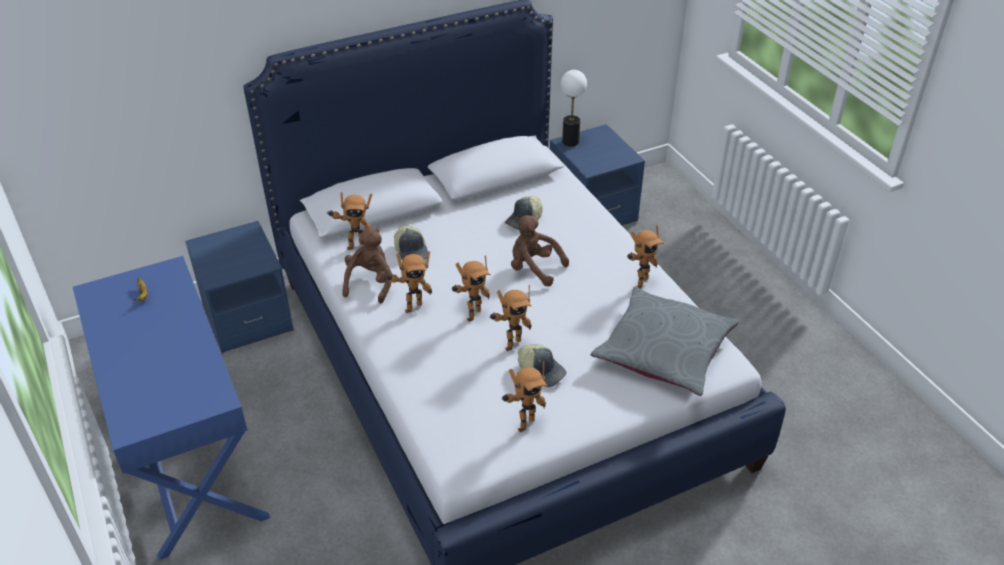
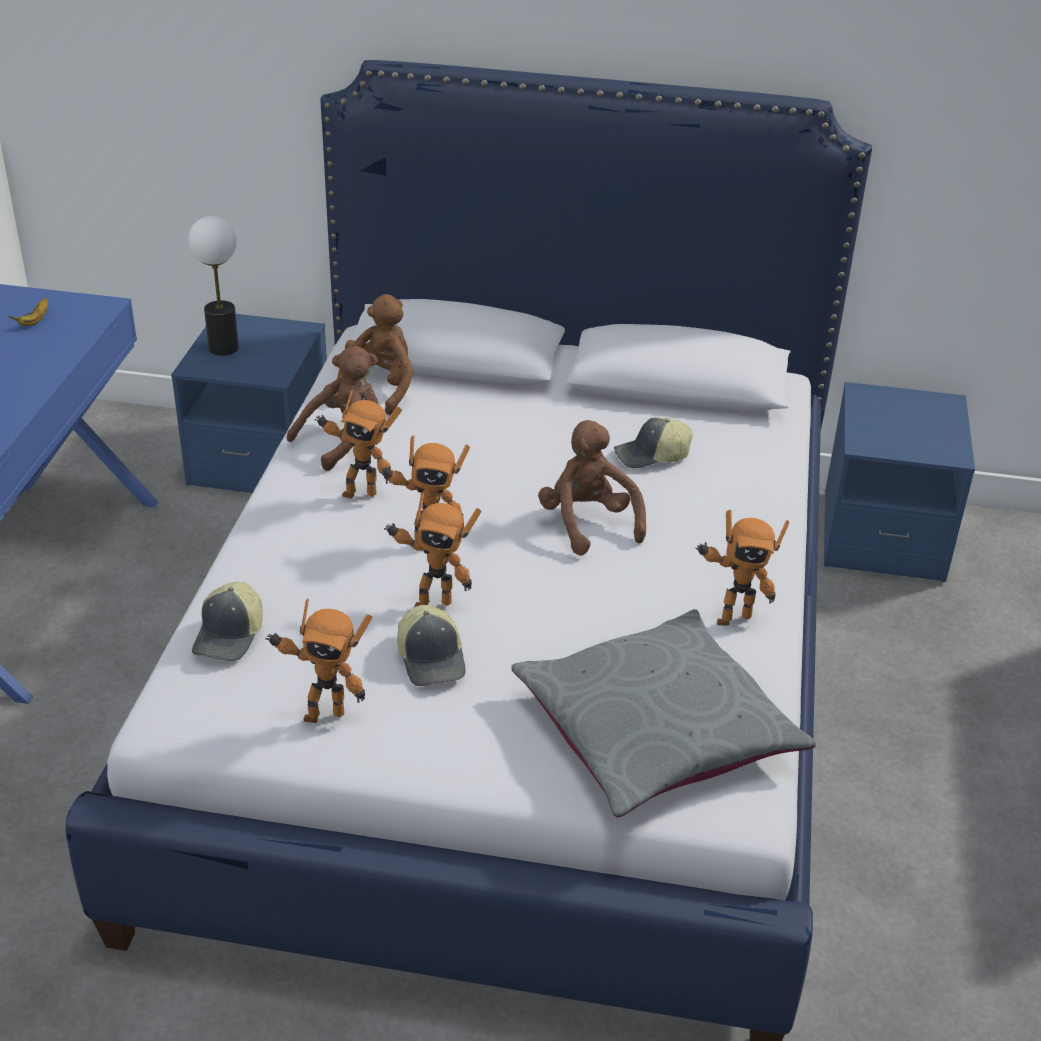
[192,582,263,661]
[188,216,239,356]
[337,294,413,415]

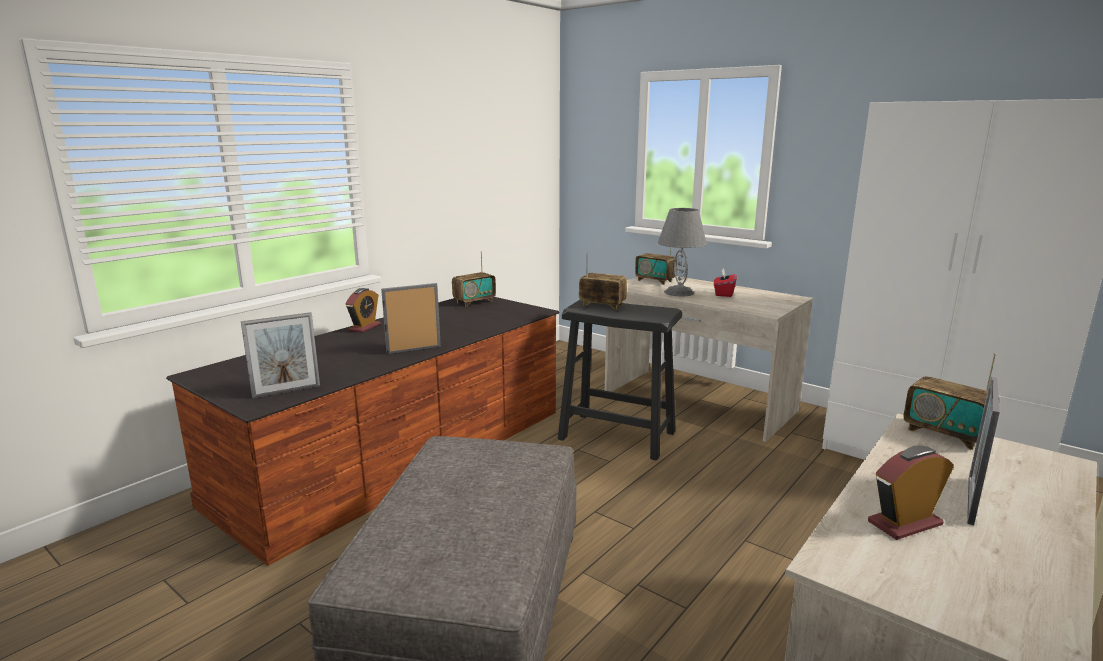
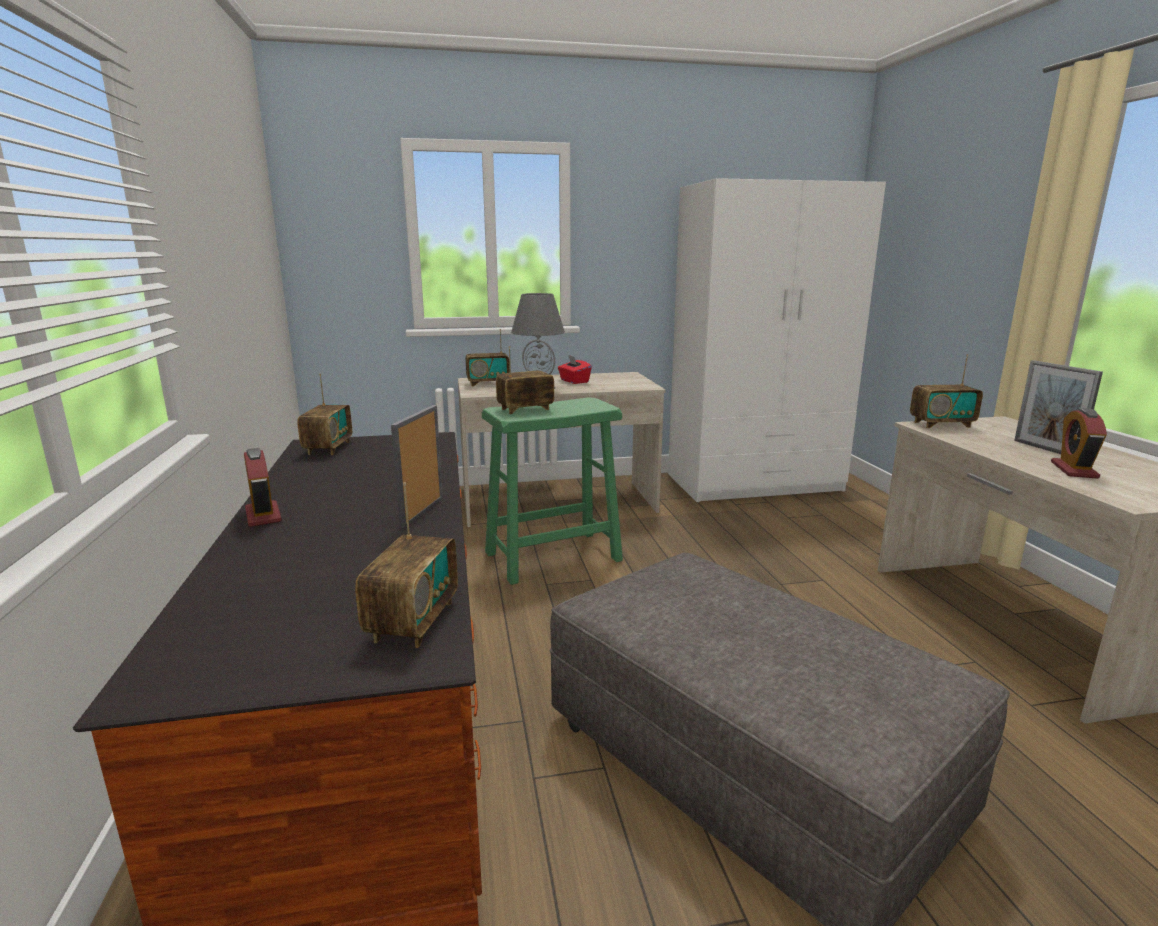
[355,482,458,648]
[482,398,623,585]

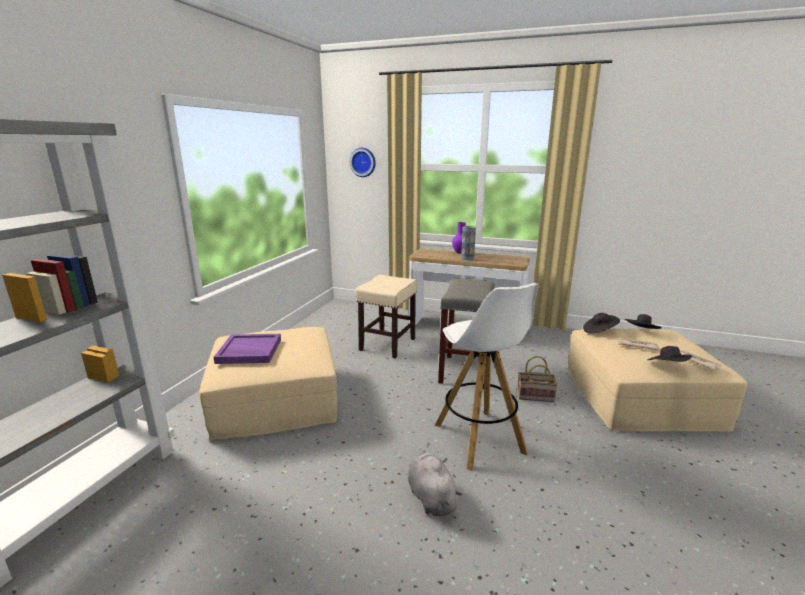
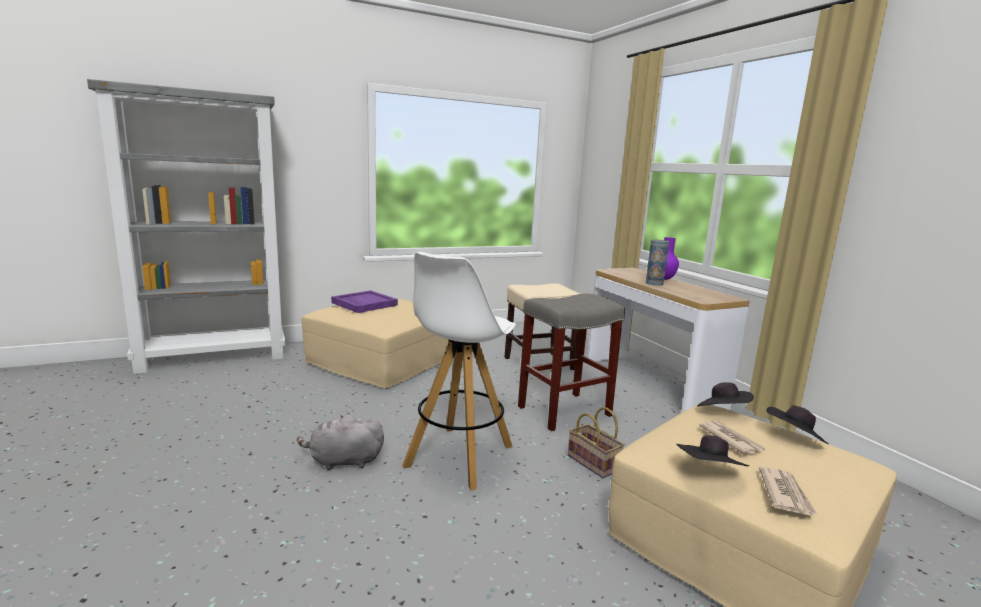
[350,148,376,177] (first image)
[297,415,384,470]

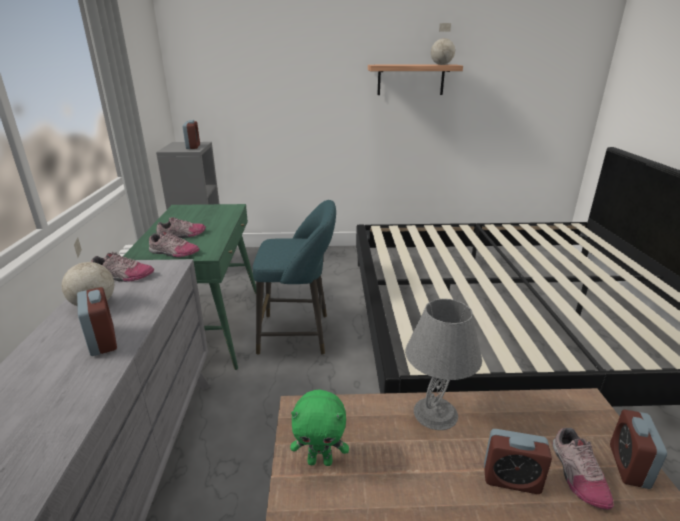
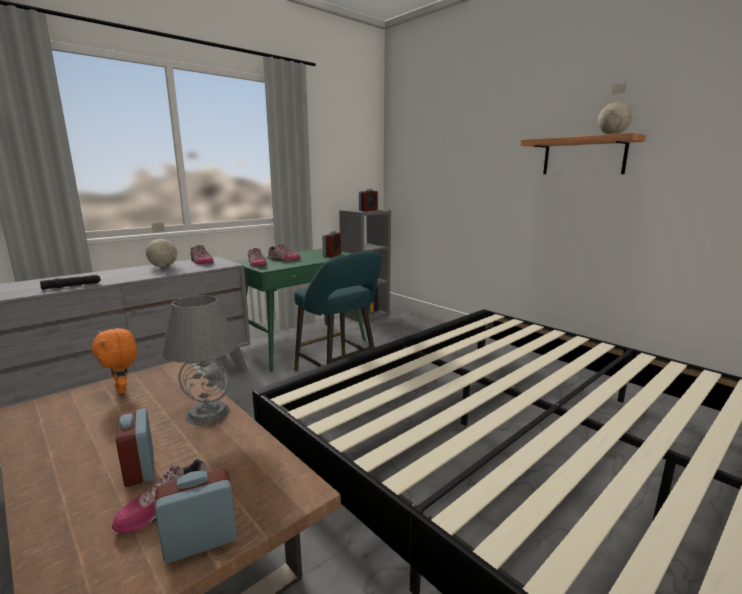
[40,275,101,289]
[322,231,341,257]
[92,328,137,394]

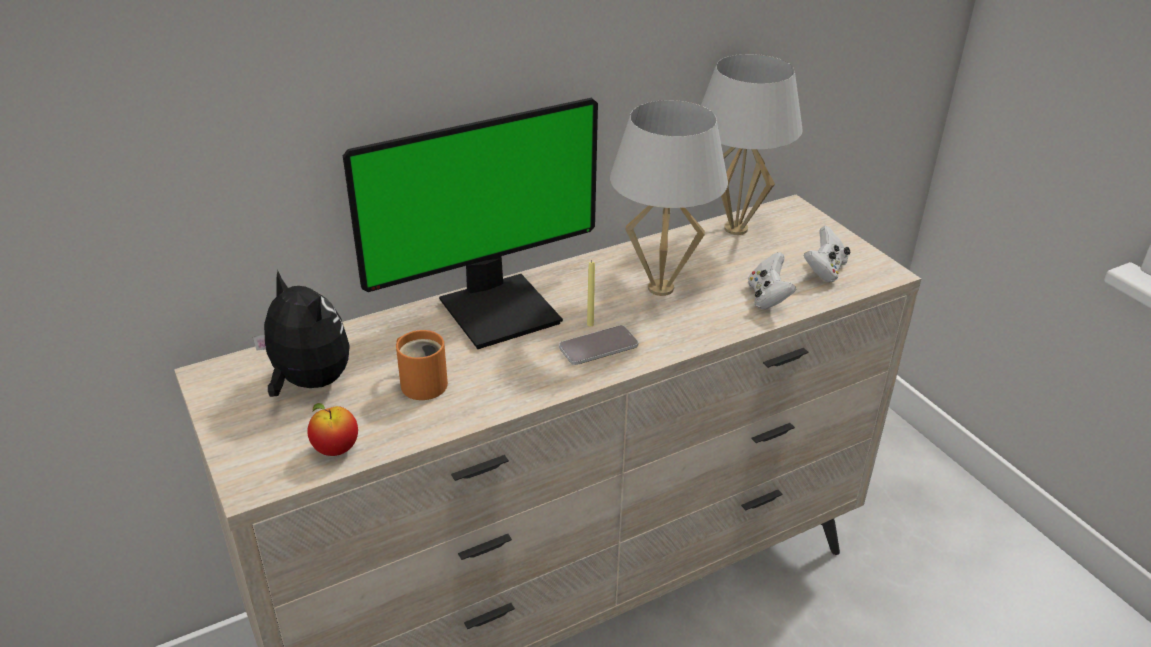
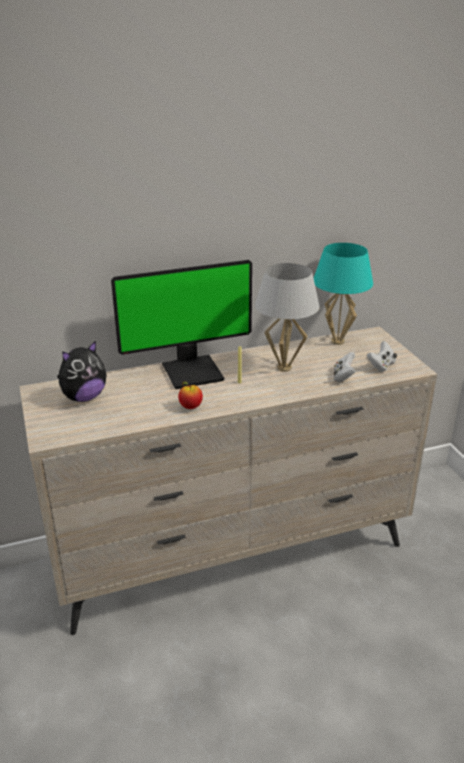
[396,330,448,400] (first image)
[559,325,638,365] (first image)
[178,381,203,409]
[314,243,373,345]
[57,340,107,402]

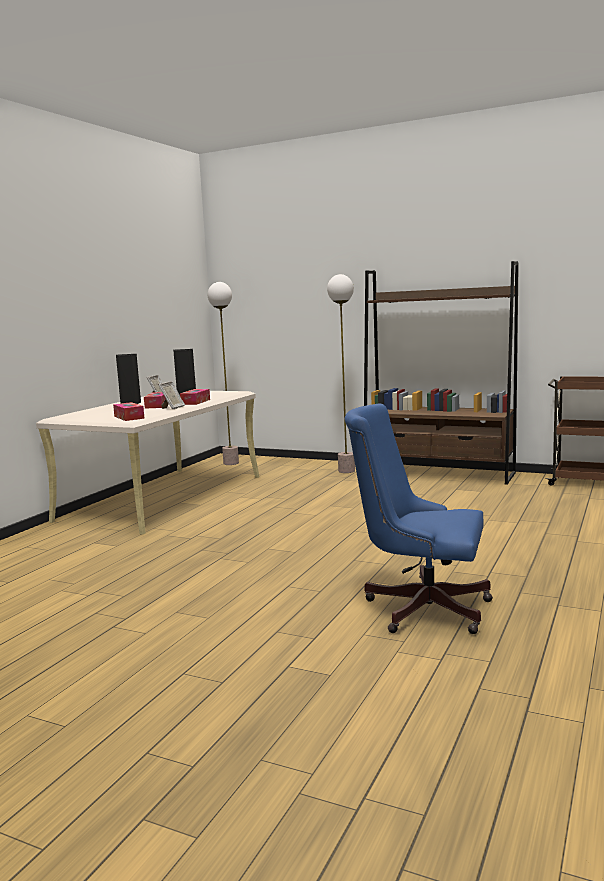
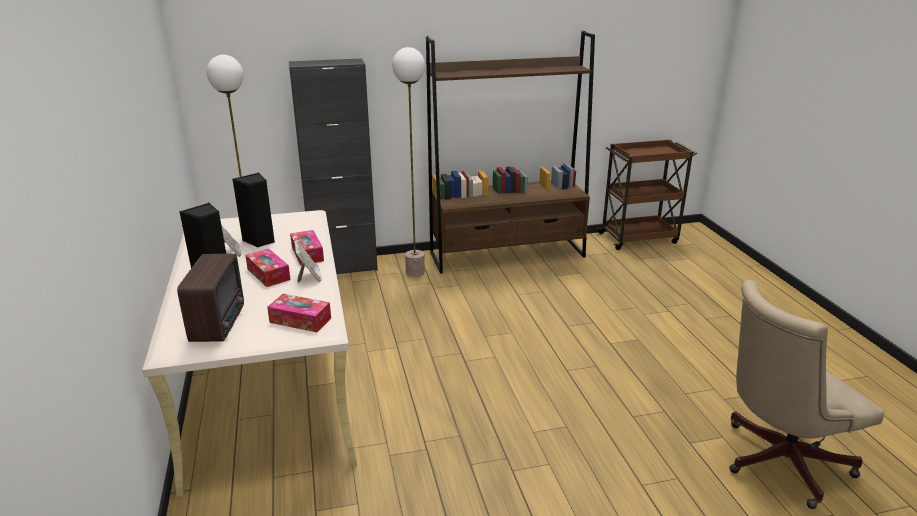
[177,254,244,342]
[289,58,378,274]
[729,280,884,509]

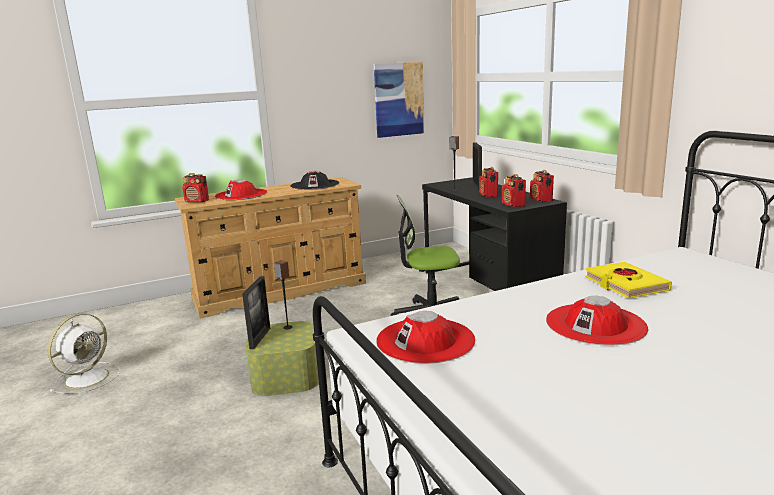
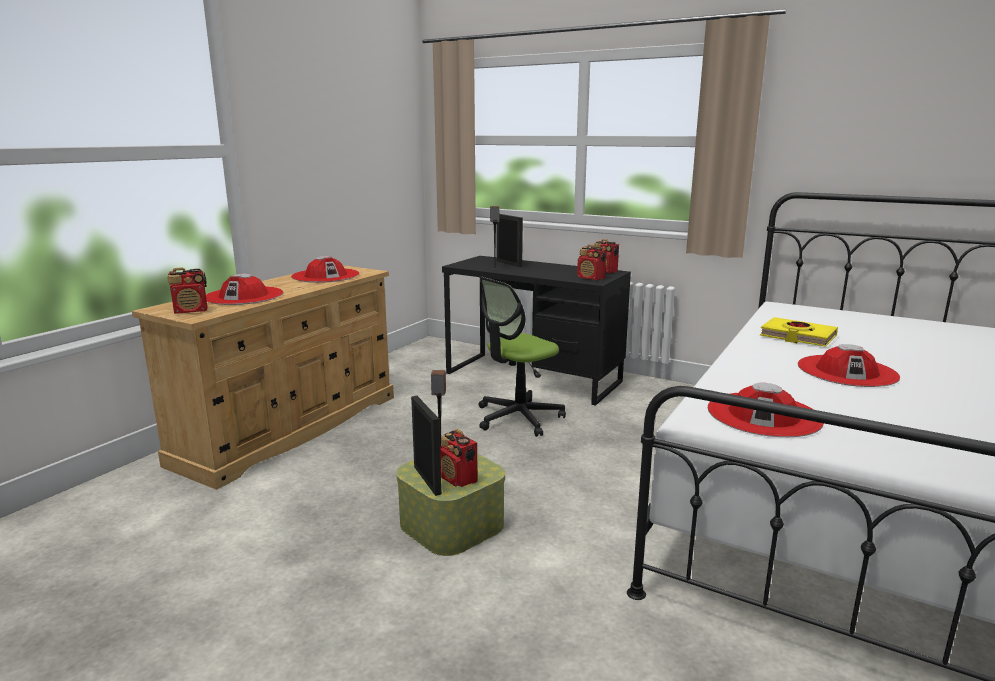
[48,314,120,394] (first image)
[374,62,425,138] (first image)
[440,429,477,487]
[291,256,360,283]

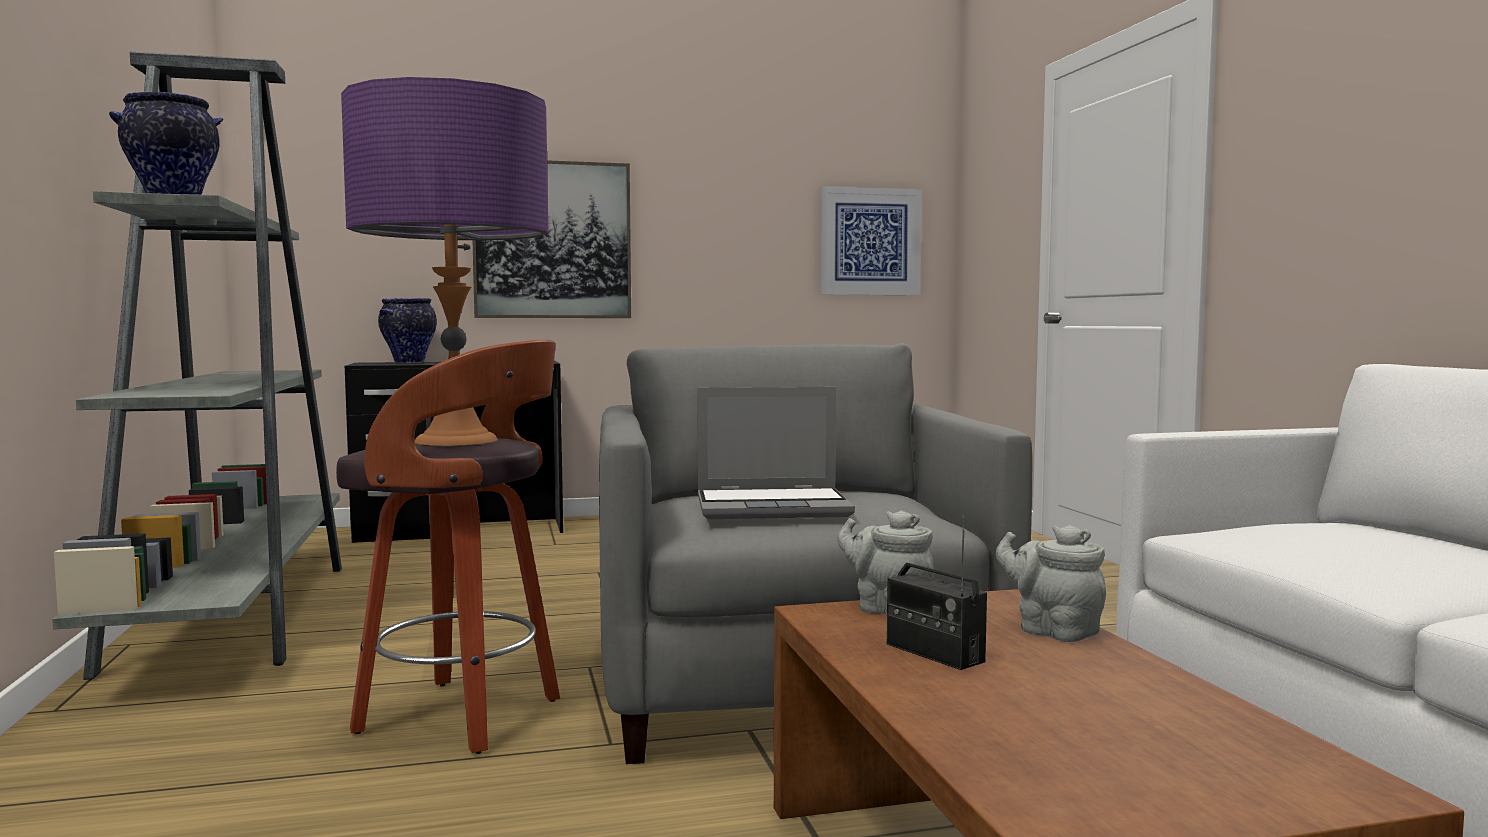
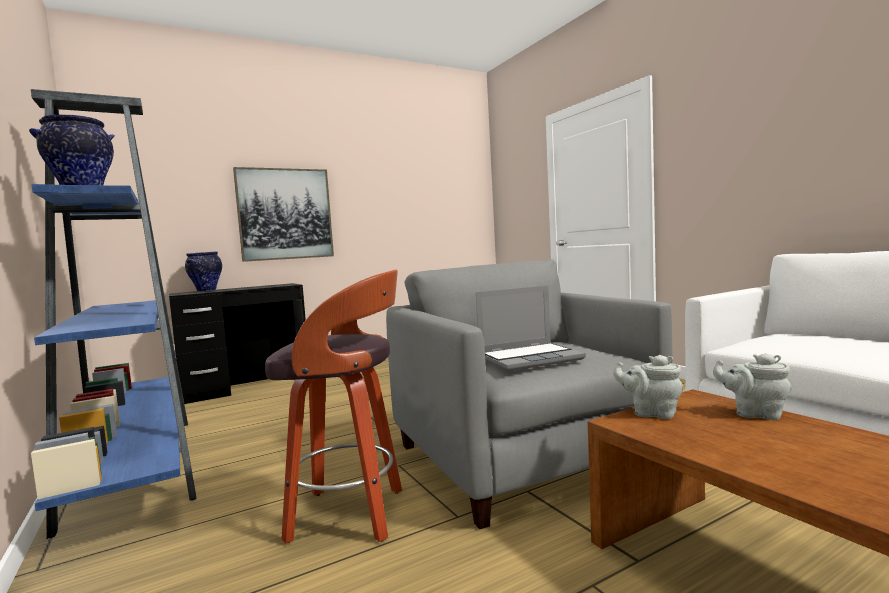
[341,77,549,446] (first image)
[819,186,922,295] (first image)
[887,516,987,670] (first image)
[31,89,196,539]

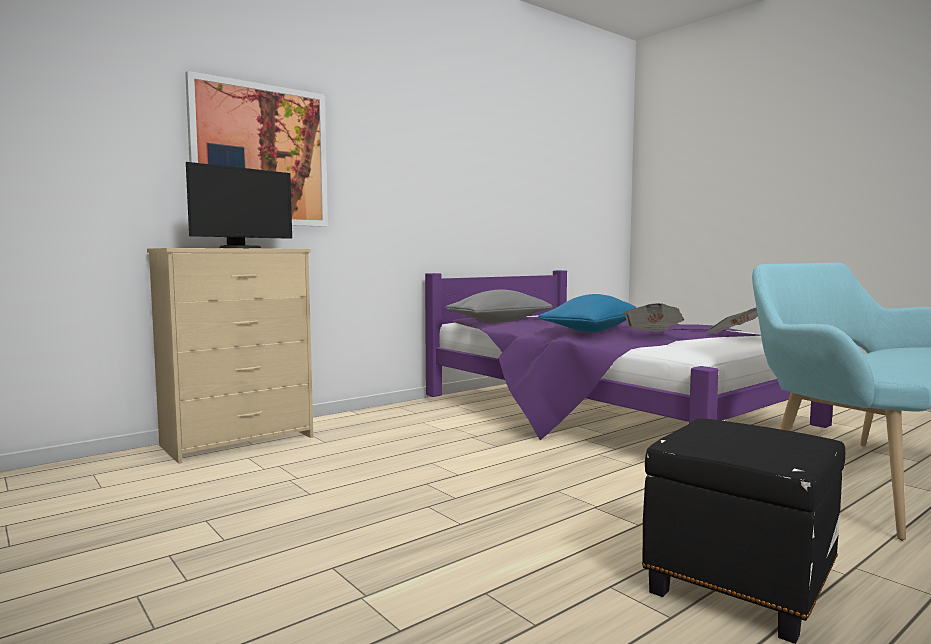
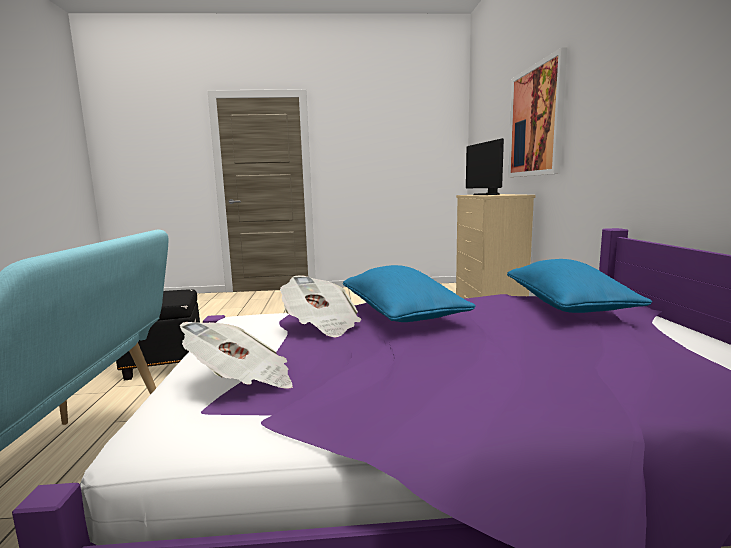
[507,259,652,313]

